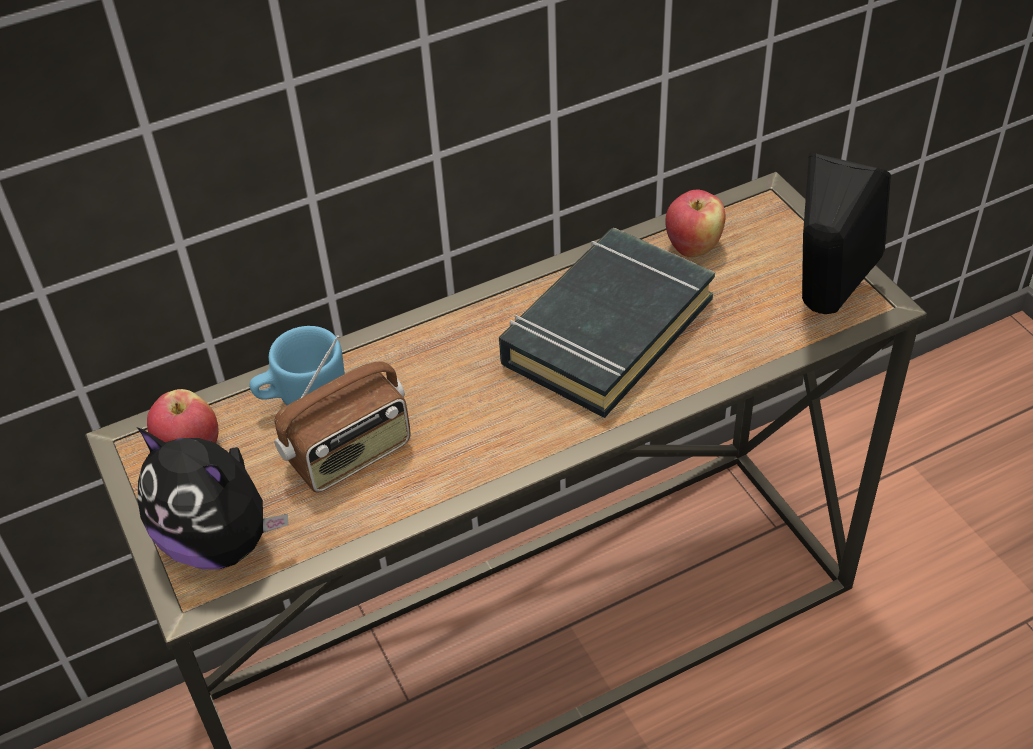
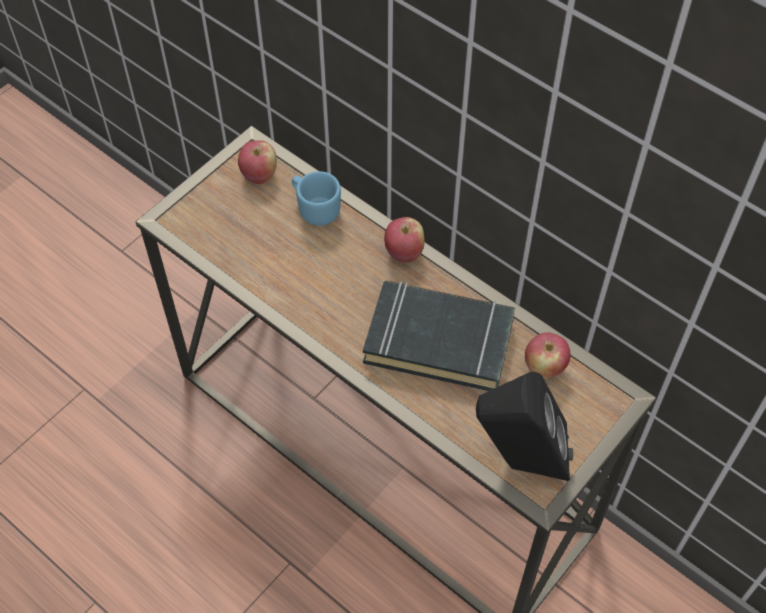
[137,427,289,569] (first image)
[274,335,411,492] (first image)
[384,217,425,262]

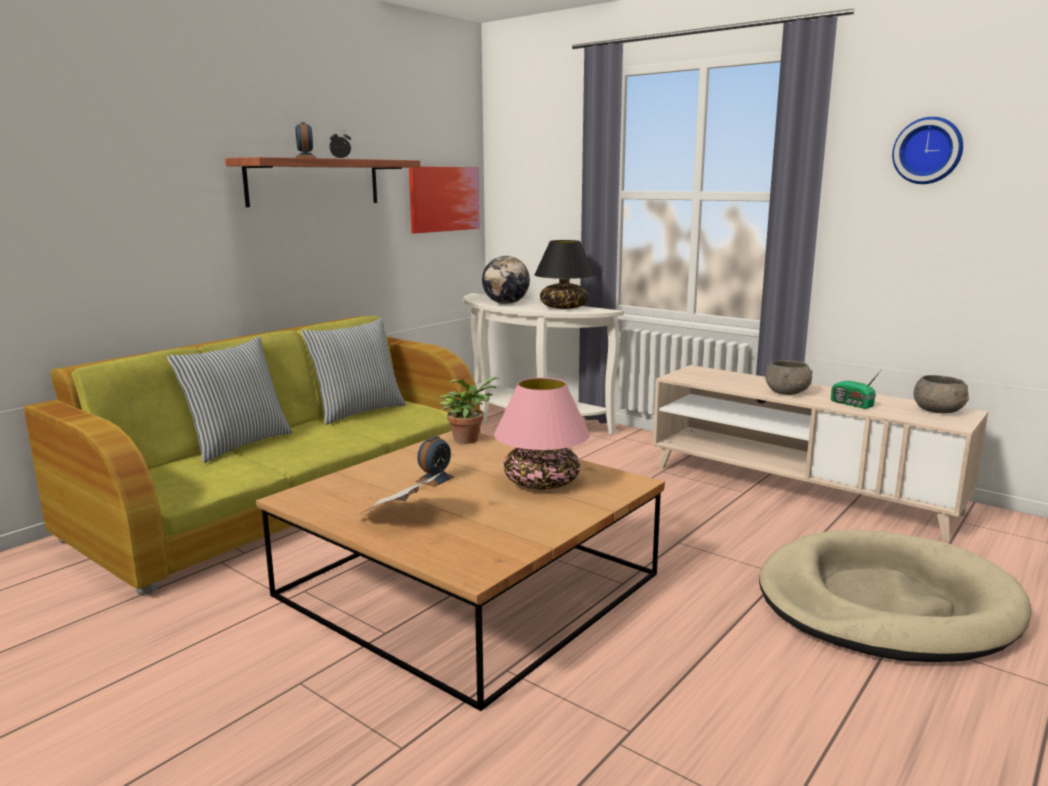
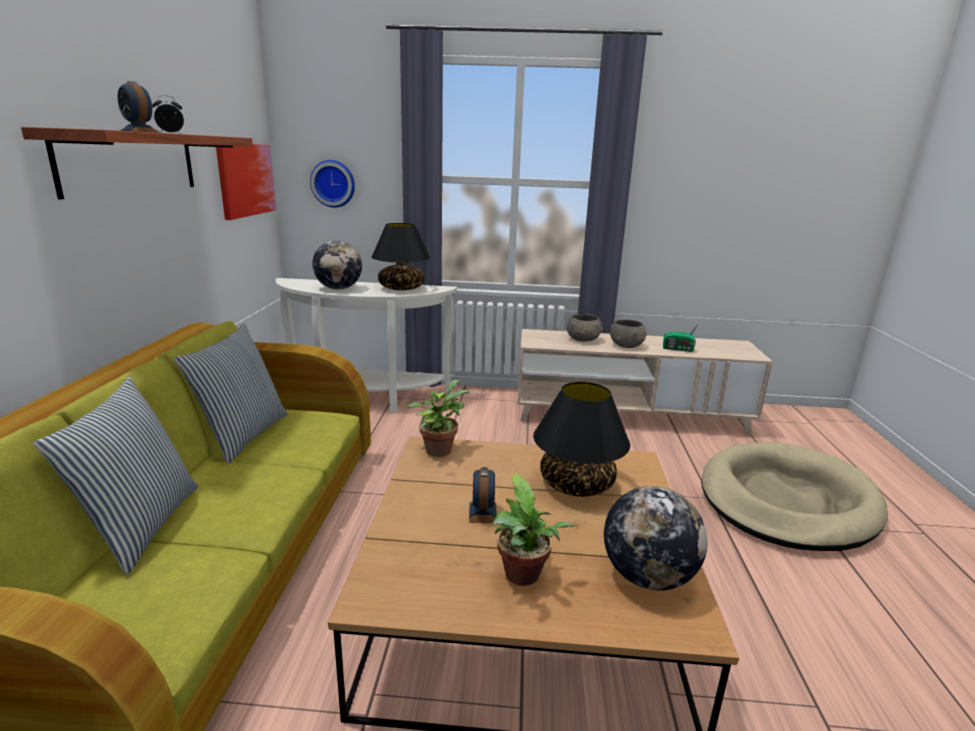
[604,486,708,591]
[310,160,355,208]
[566,314,603,342]
[492,474,574,586]
[533,382,630,497]

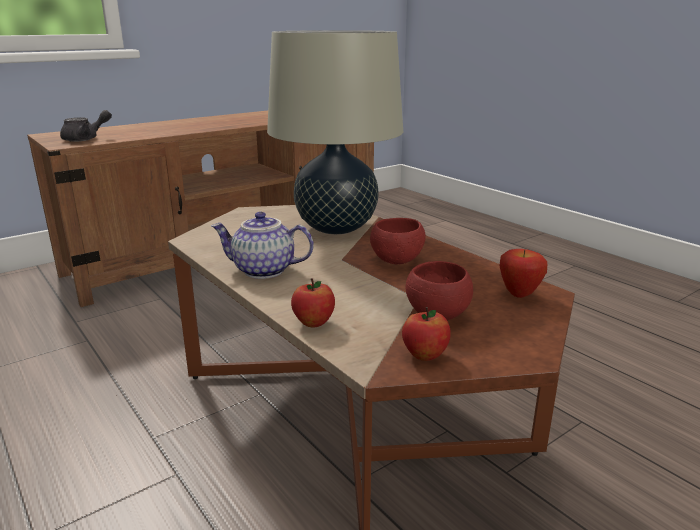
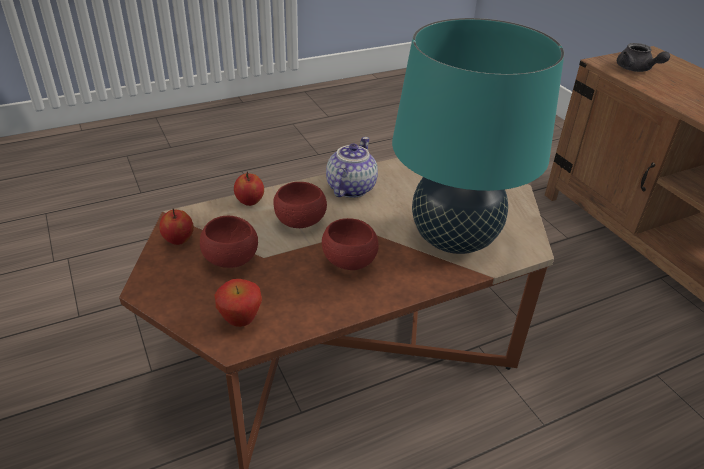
[273,182,327,228]
[392,18,564,254]

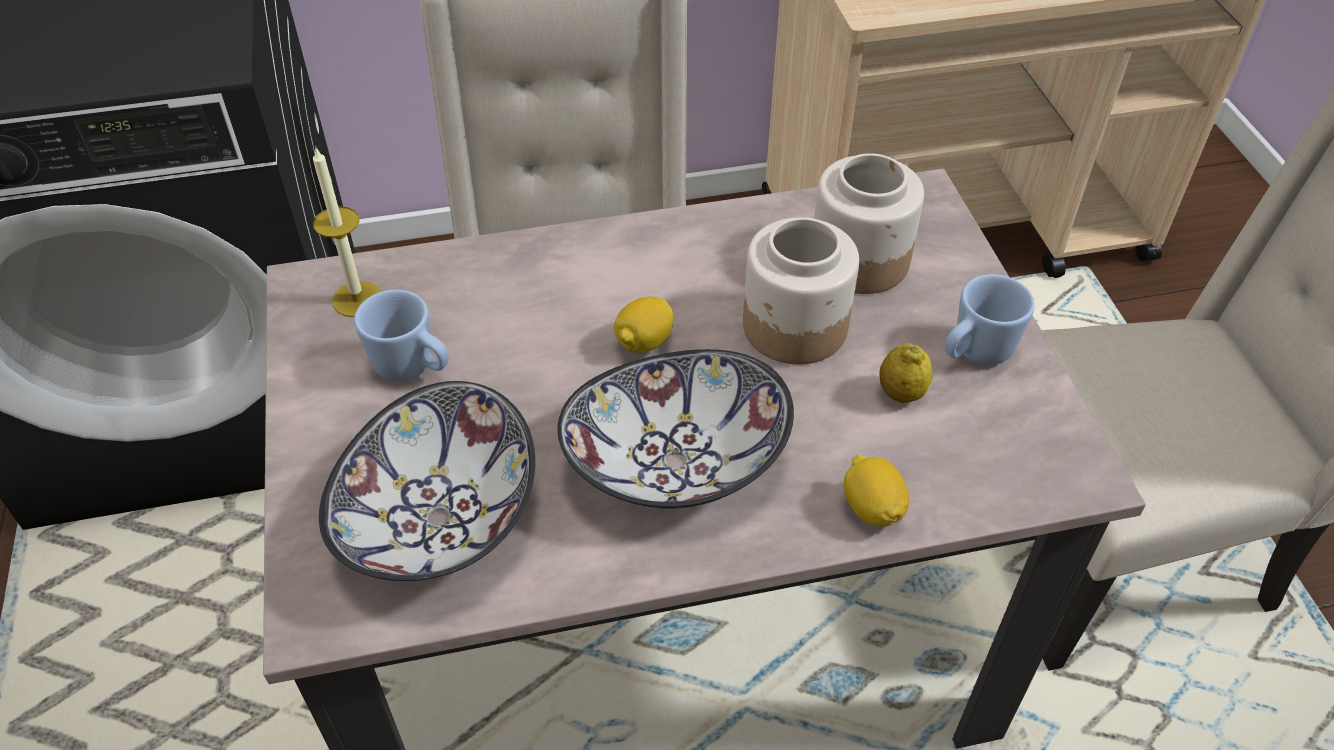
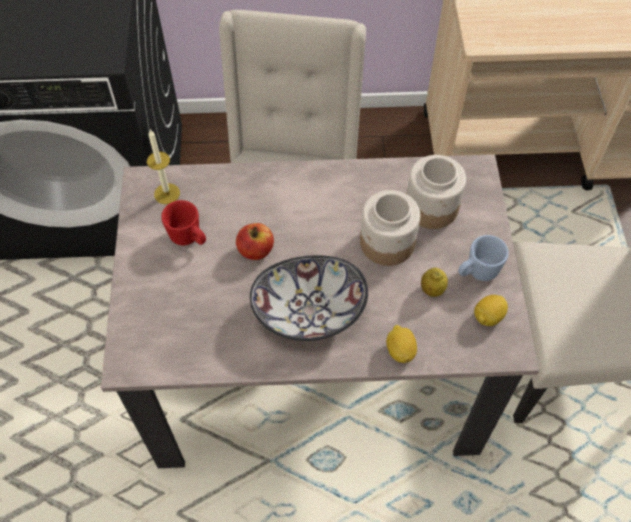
[319,381,535,581] (first image)
[236,223,274,260]
[474,295,508,326]
[161,200,206,246]

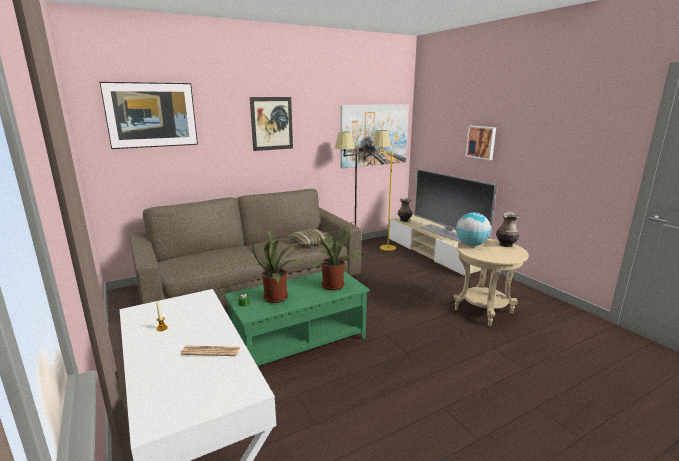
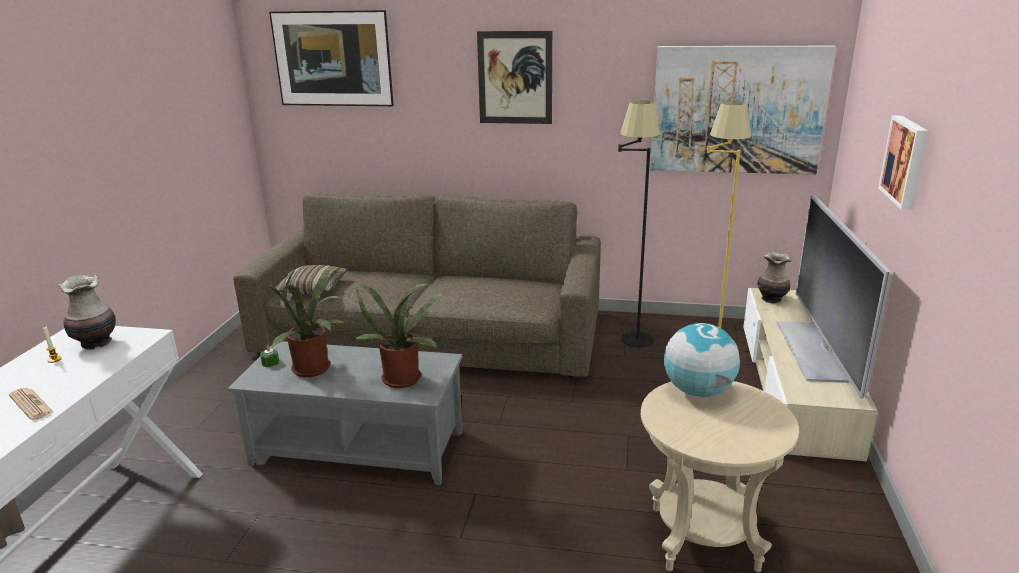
[275,265,347,295]
[58,275,116,350]
[228,341,463,485]

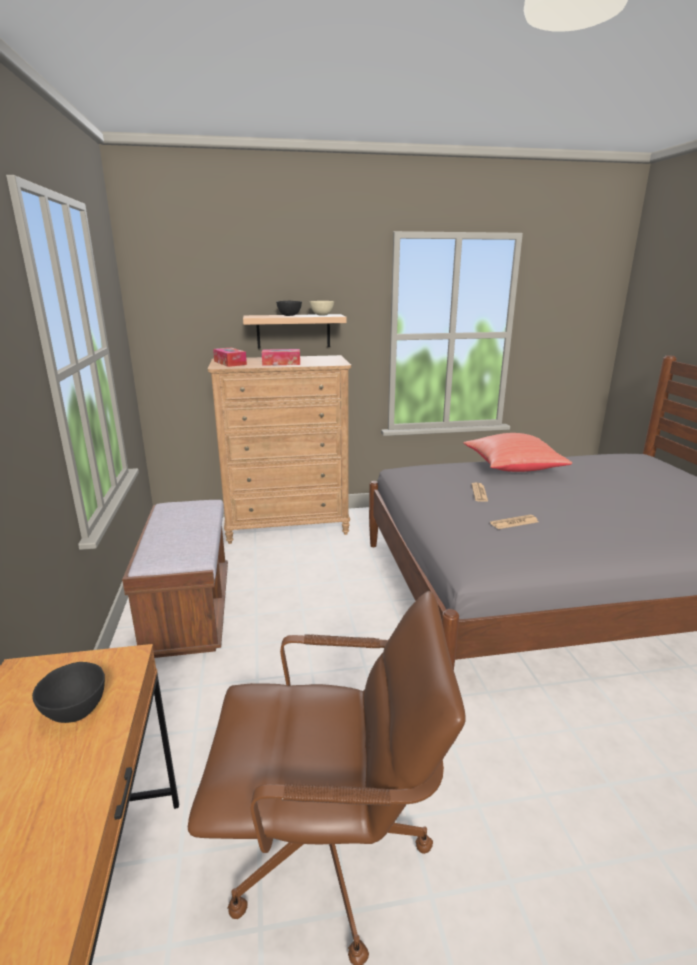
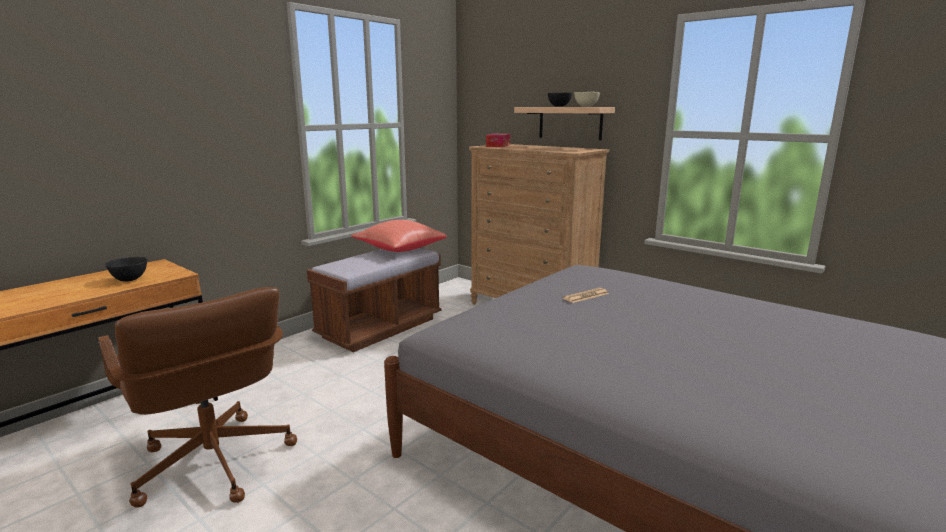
[262,349,300,366] (first image)
[490,515,538,529] (first image)
[351,220,447,252]

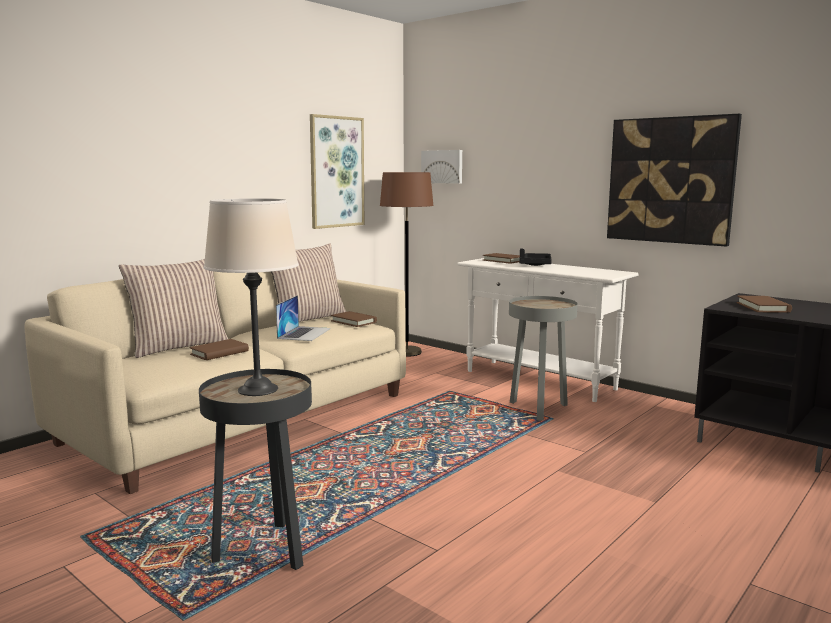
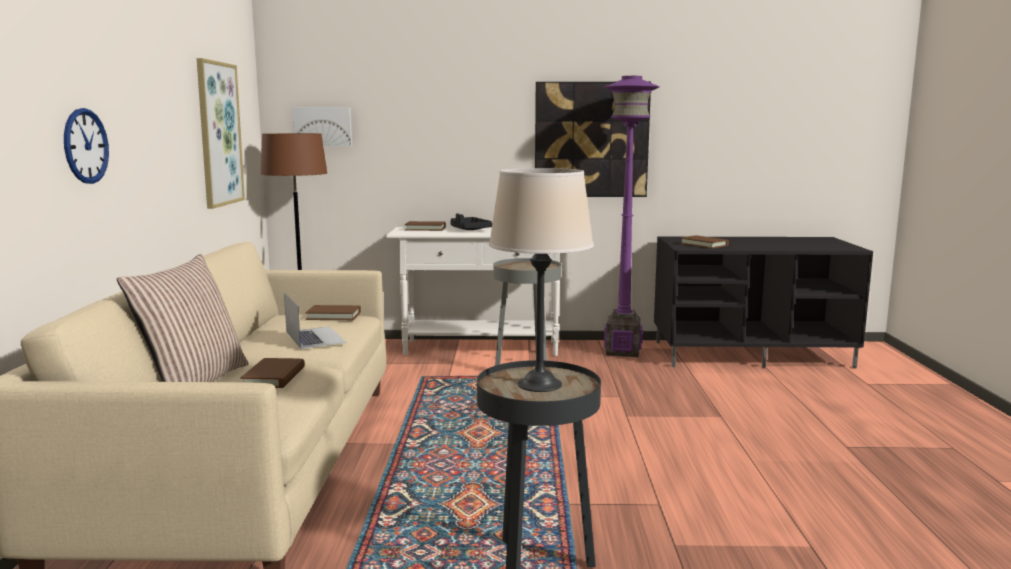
[271,243,346,322] (first image)
[64,108,109,184]
[603,76,660,357]

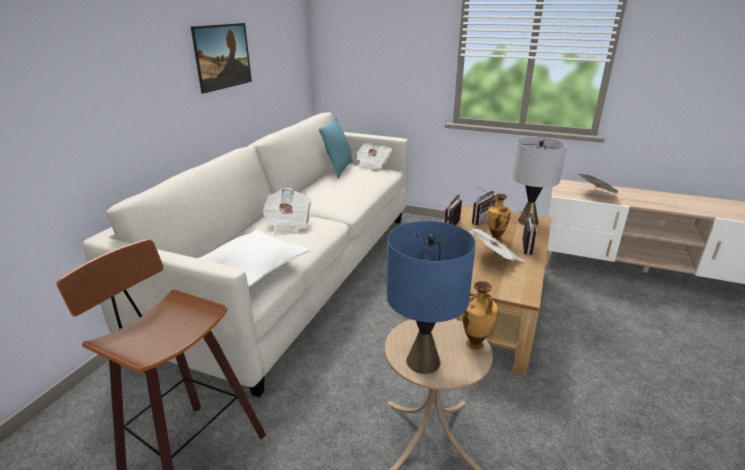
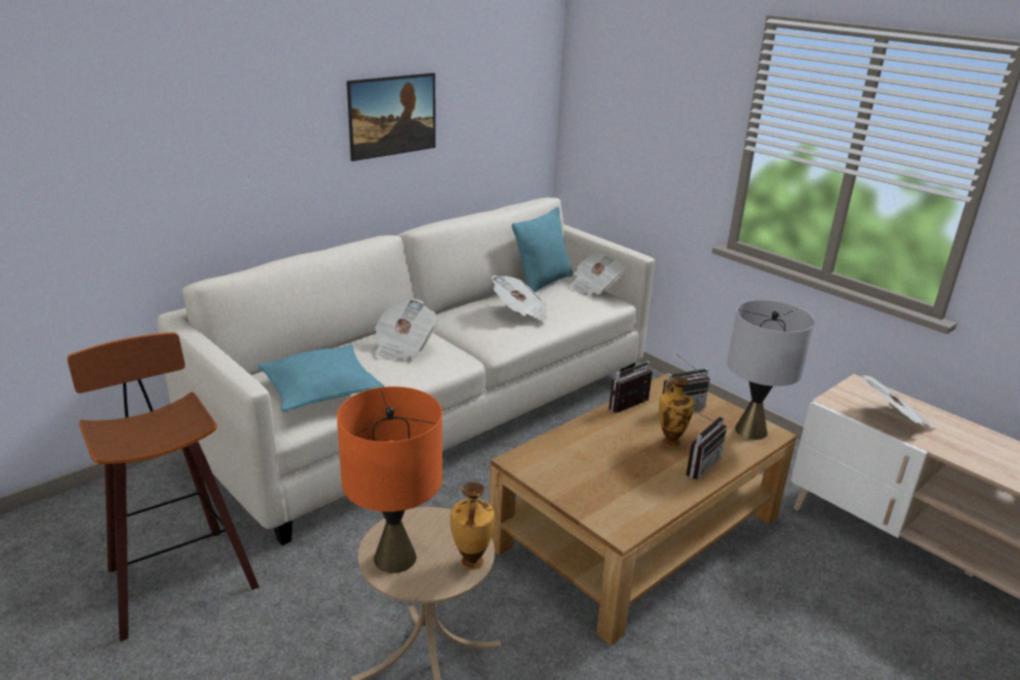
[492,275,547,322]
[258,345,385,412]
[337,386,442,573]

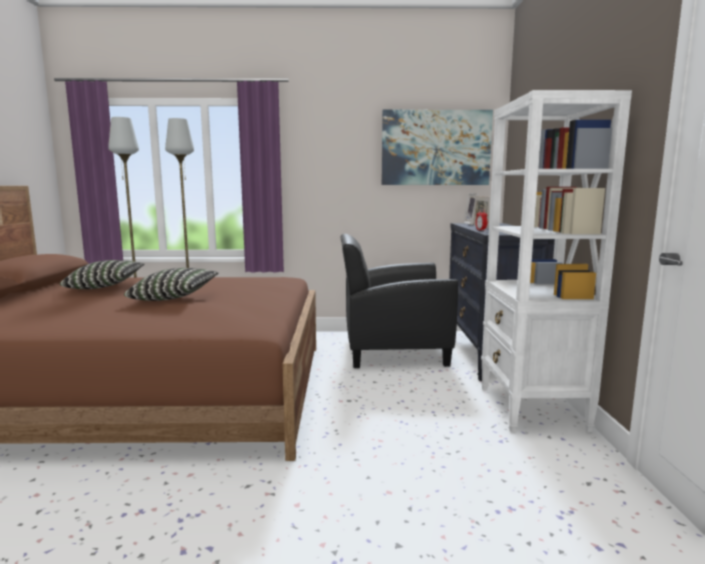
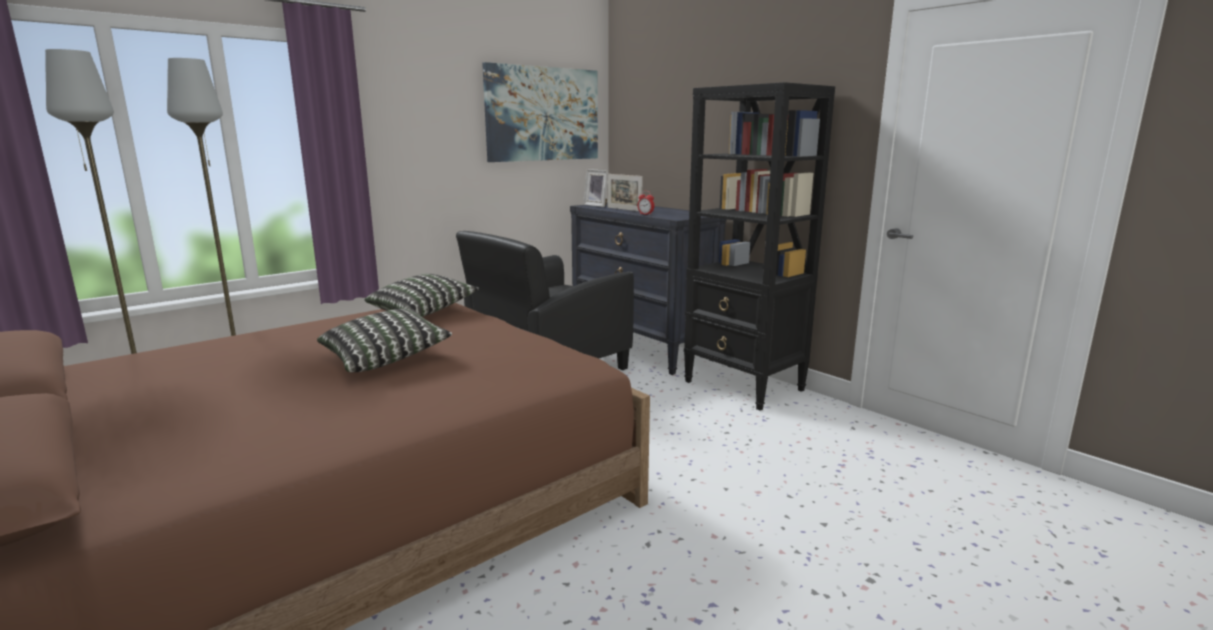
[364,274,479,317]
[684,82,835,410]

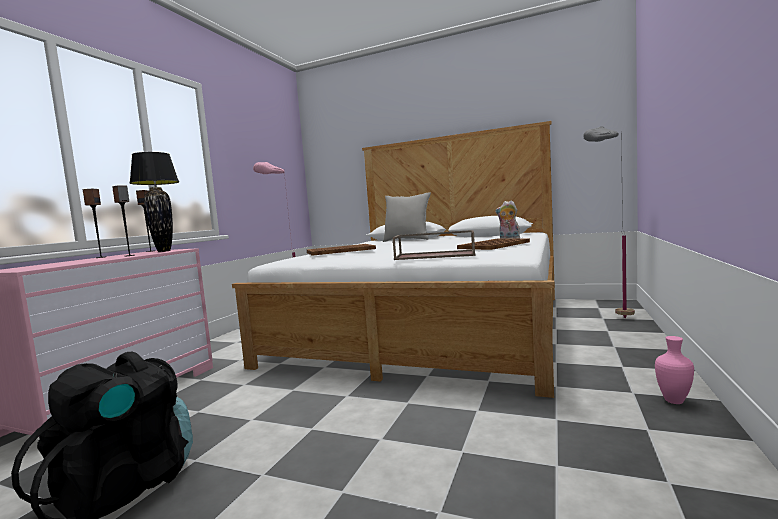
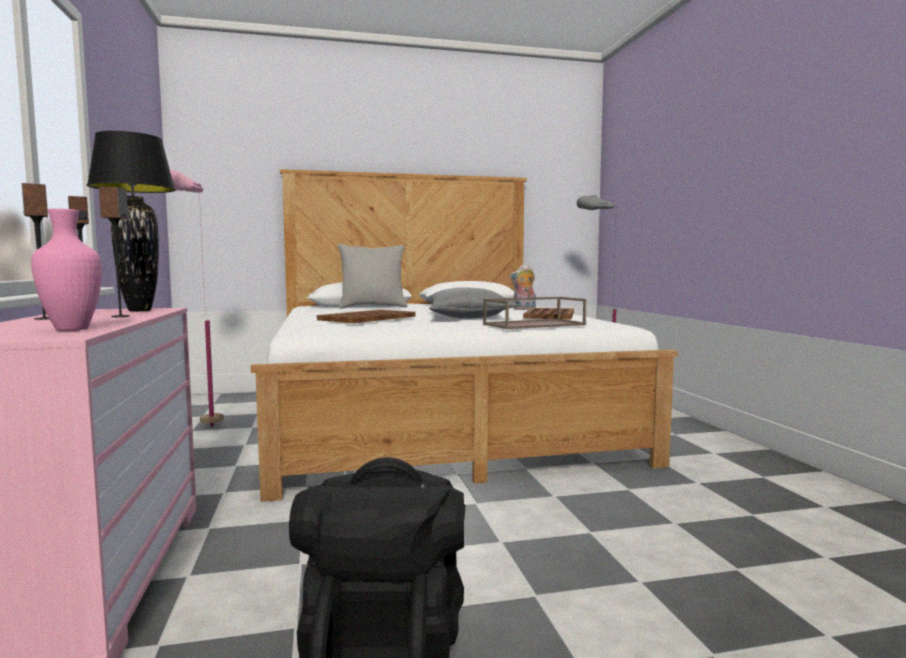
[426,287,517,319]
[31,209,102,331]

